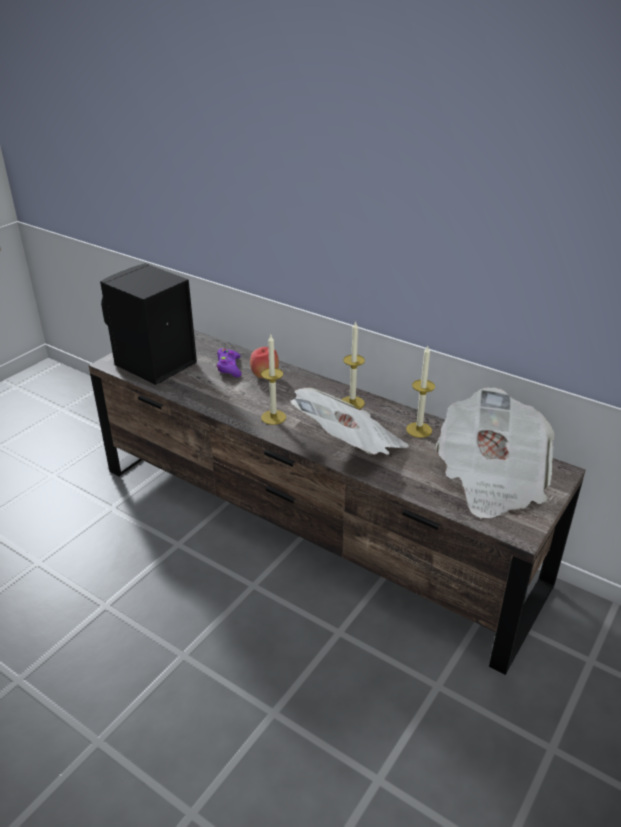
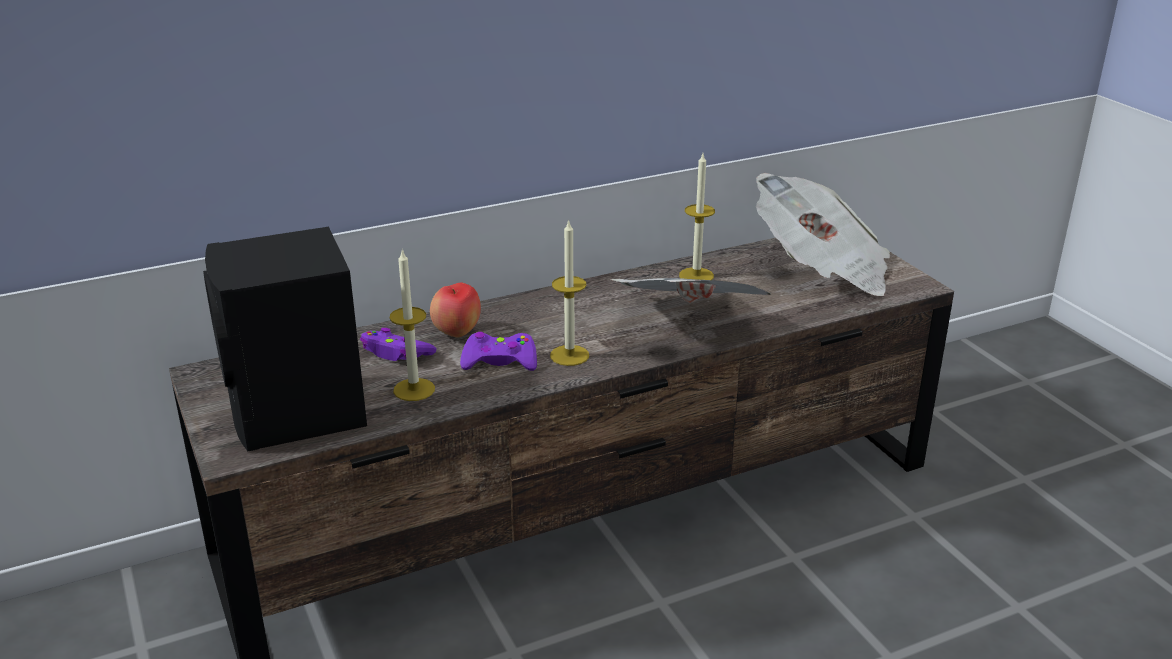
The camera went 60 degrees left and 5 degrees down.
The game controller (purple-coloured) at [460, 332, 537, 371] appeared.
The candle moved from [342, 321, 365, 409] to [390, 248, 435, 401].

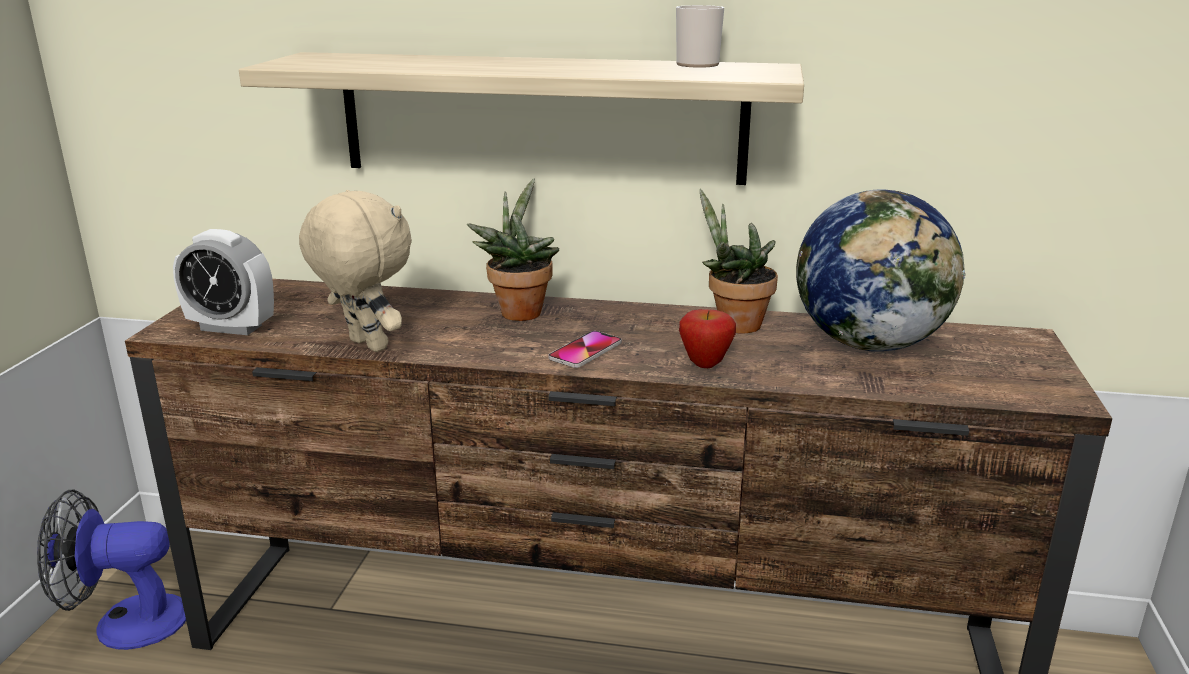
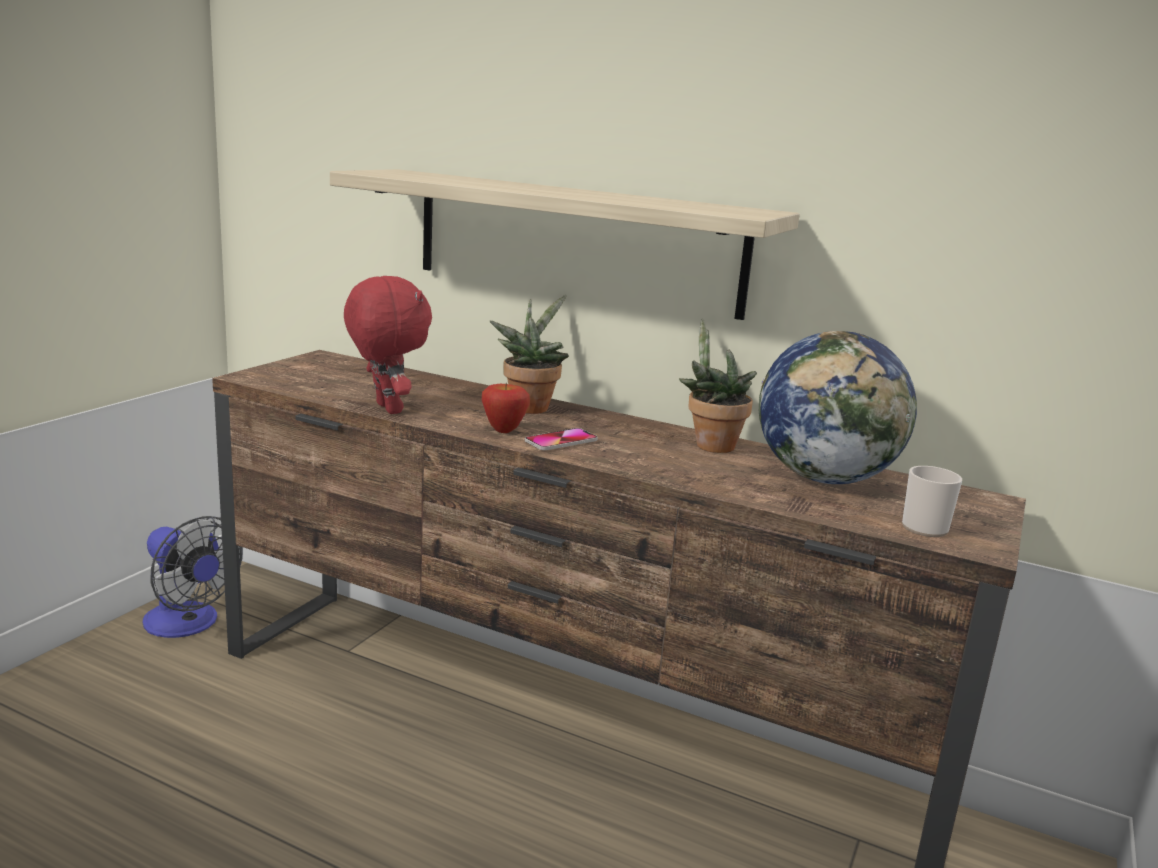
The camera went 15 degrees right and 5 degrees down.
The bedside clock at [173, 229, 274, 335] disappeared.
The coffee mug moved from [676, 5, 724, 68] to [902, 466, 962, 537].
The whole apple moved from [679, 309, 736, 368] to [481, 383, 530, 433].
The soft toy (beige-coloured) at [299, 190, 412, 352] became the soft toy (red) at [344, 276, 432, 414].
The electric fan at [37, 490, 186, 650] turned 150 degrees counterclockwise.

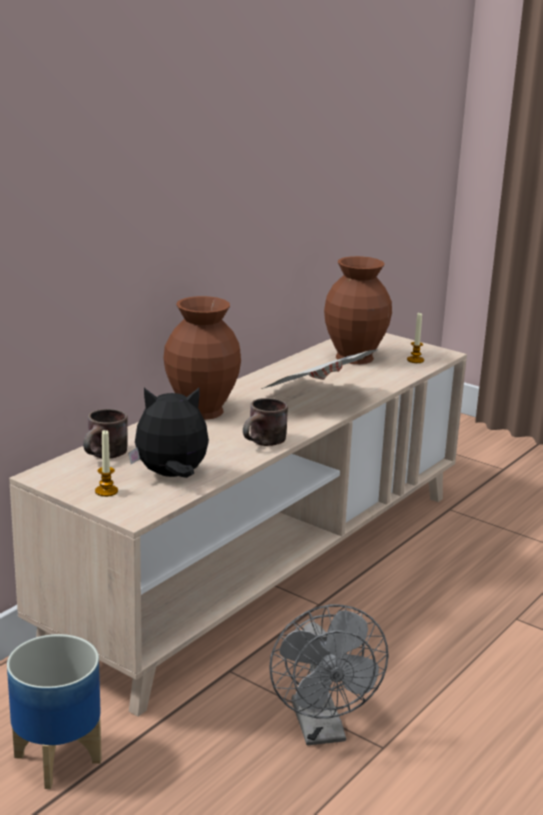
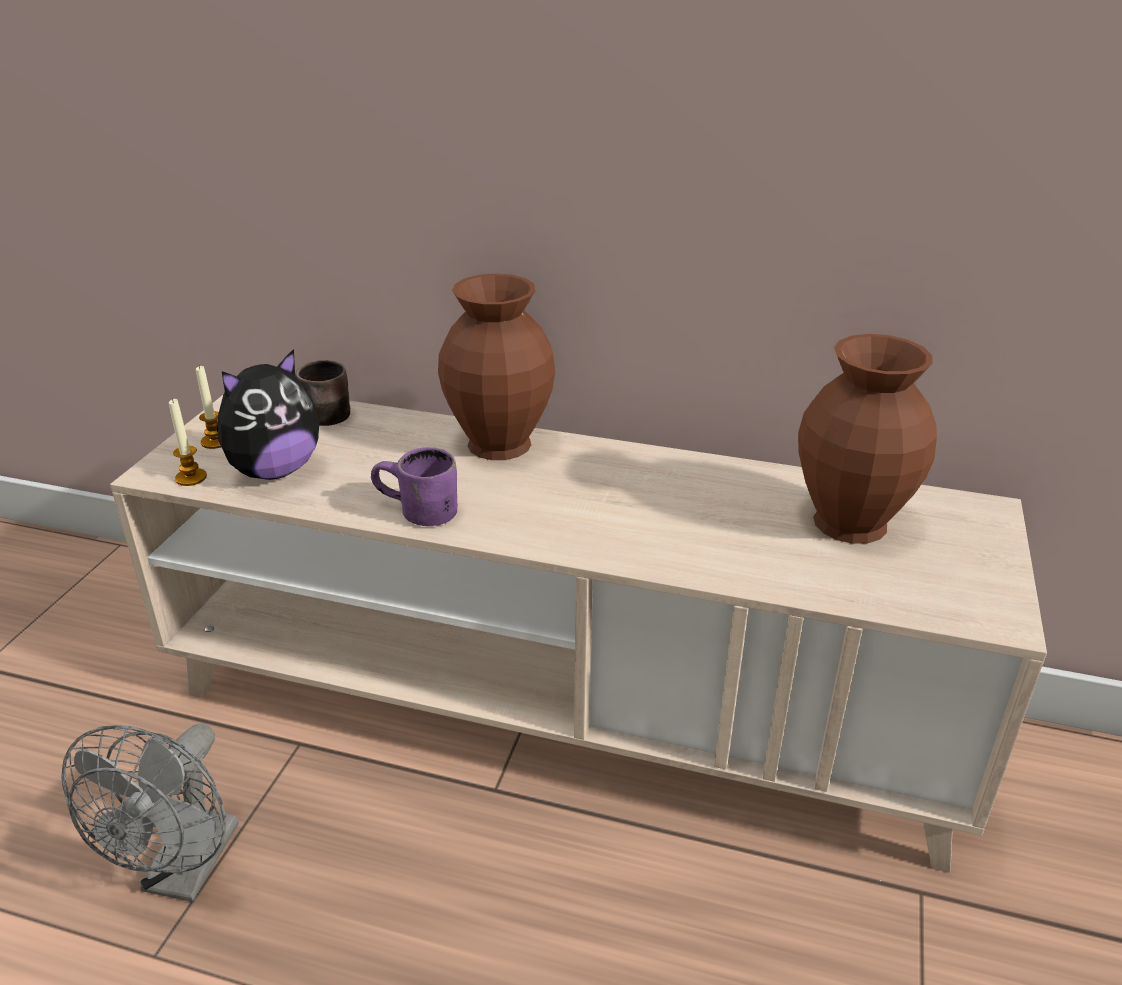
The camera went 70 degrees right and 10 degrees up.
The flower pot at [7, 634, 102, 789] disappeared.
The printed paper at [261, 350, 377, 389] disappeared.
The candle moved from [407, 313, 424, 363] to [169, 398, 207, 486].
The coffee mug (brown) at [243, 398, 288, 446] became the coffee mug (purple-coloured) at [371, 447, 458, 526].
The soft toy at [128, 387, 209, 478] turned 75 degrees clockwise.
The electric fan (grey) at [269, 604, 389, 745] turned 45 degrees counterclockwise.

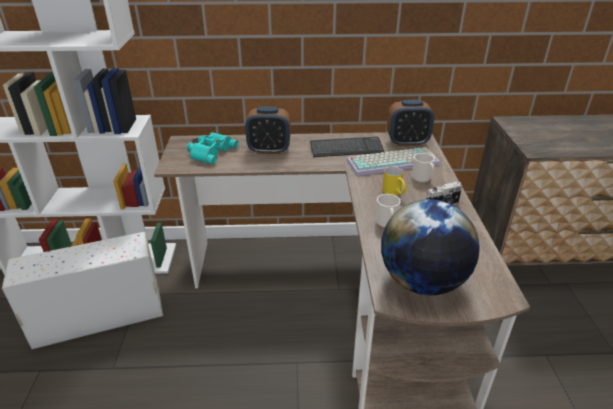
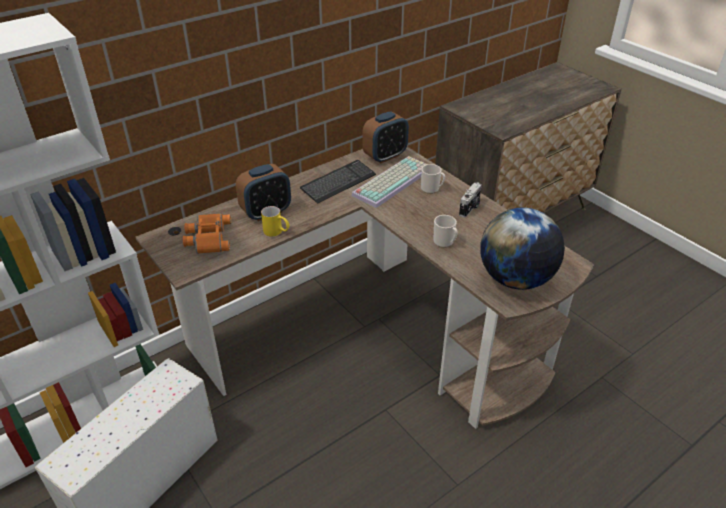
The camera went 35 degrees left and 5 degrees up.
The coffee mug (yellowish) moved from [382, 166, 407, 196] to [261, 206, 290, 237].
The pair of binoculars (turquoise-coloured) at [187, 132, 239, 164] became the pair of binoculars (orange-coloured) at [183, 213, 231, 254].

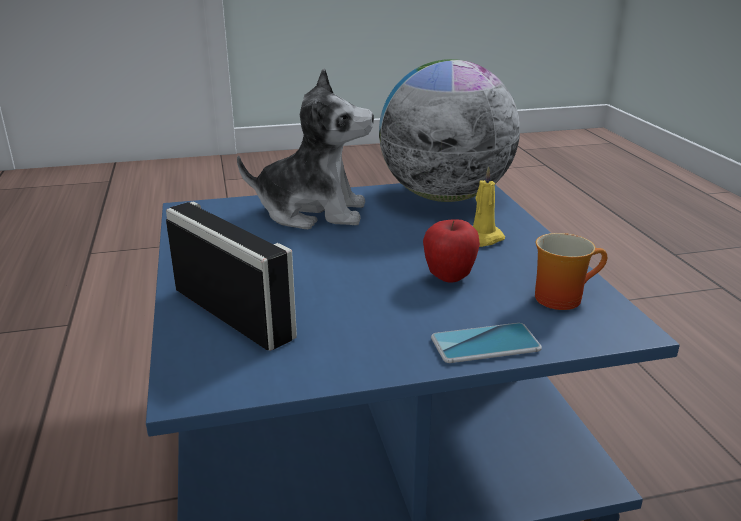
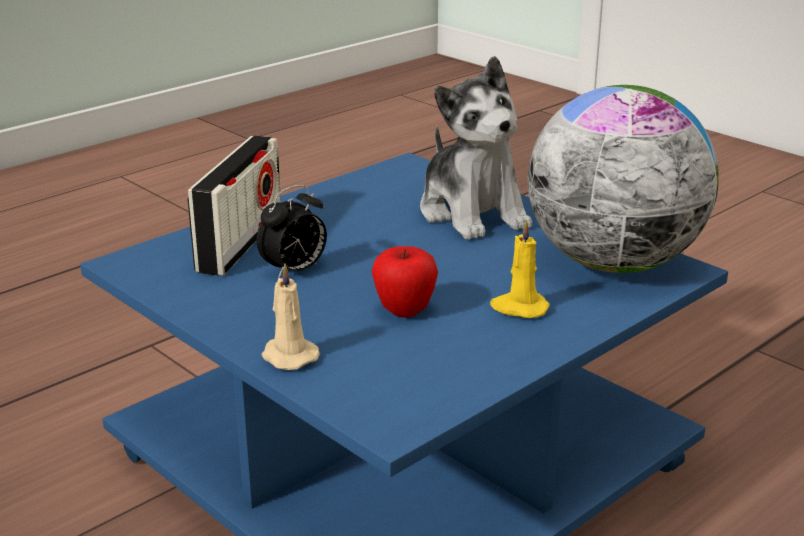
The camera went 60 degrees right and 0 degrees up.
The coffee mug at [535, 233, 607, 310] disappeared.
The bedside clock at [257, 185, 327, 278] appeared.
The telephone at [431, 323, 542, 363] was replaced by the candle (beige-coloured) at [262, 264, 320, 370].

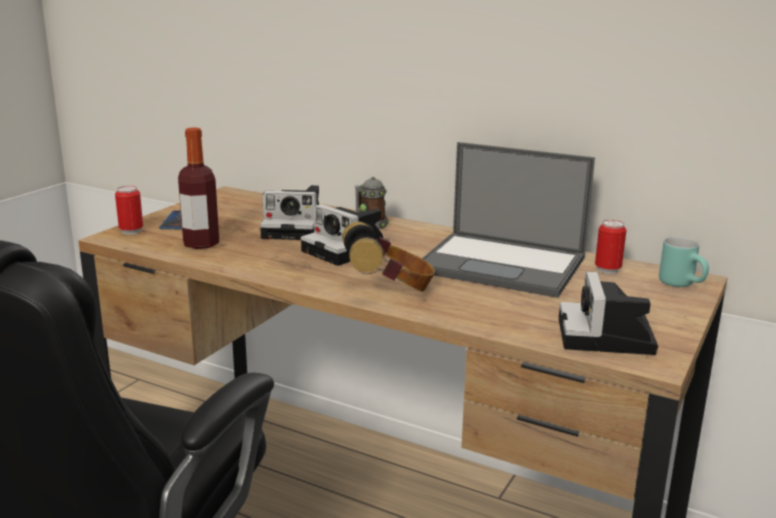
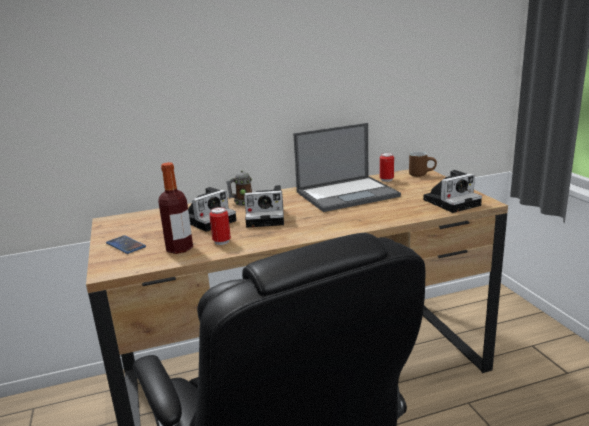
The camera went 45 degrees left and 0 degrees up.
The pair of headphones at [342, 222, 435, 292] disappeared.
The metal can moved from [115, 186, 143, 235] to [209, 207, 231, 245].
The coffee mug (turquoise-coloured) at [659, 237, 709, 287] became the coffee mug (brown) at [409, 152, 437, 177].
The photo camera at [559, 272, 658, 355] turned 75 degrees counterclockwise.

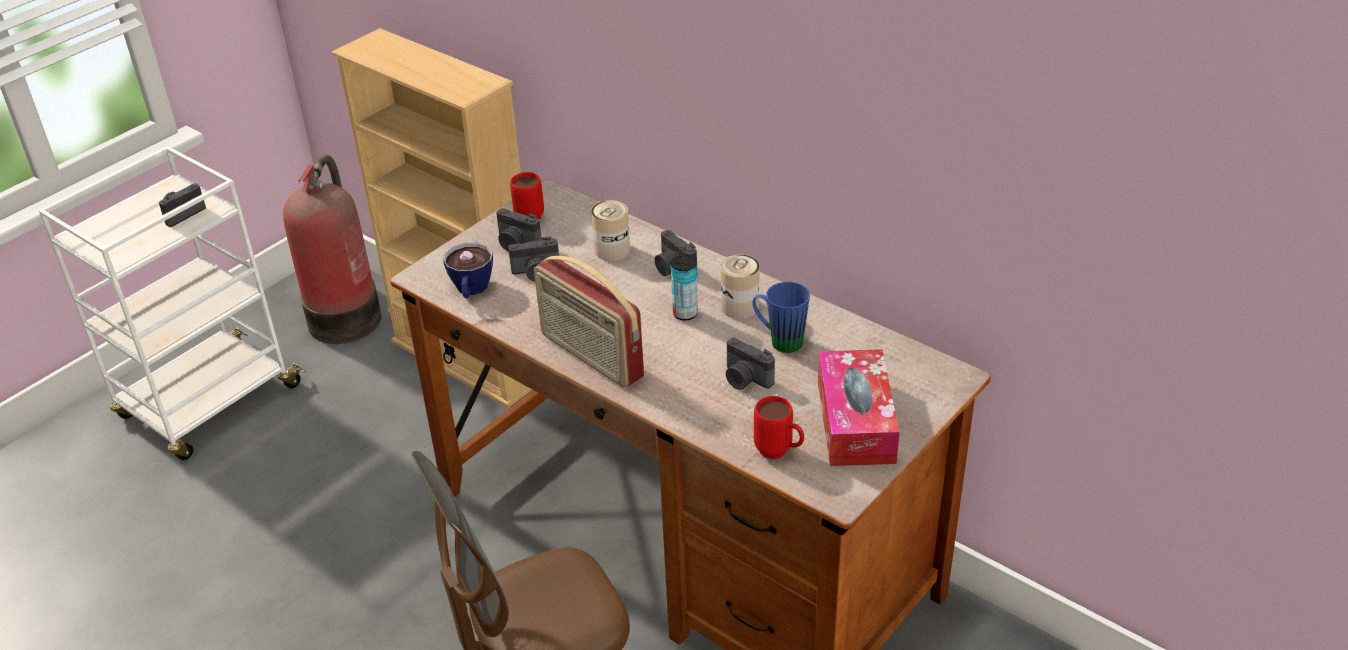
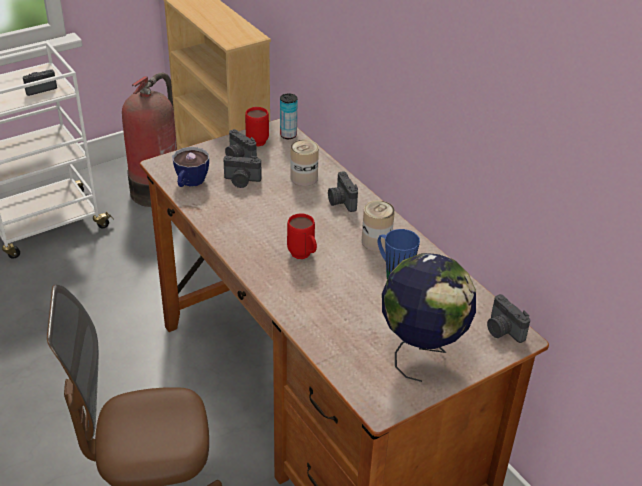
The camera went 15 degrees right and 0 degrees up.
The radio at [534, 256, 644, 388] disappeared.
The metal can moved from [671, 255, 698, 321] to [280, 94, 297, 139].
The photo camera moved from [726, 338, 775, 390] to [487, 294, 530, 343].
The coffee mug (red) moved from [754, 396, 804, 459] to [287, 213, 317, 259].
The tissue box at [818, 349, 900, 466] was replaced by the globe at [382, 253, 476, 382].

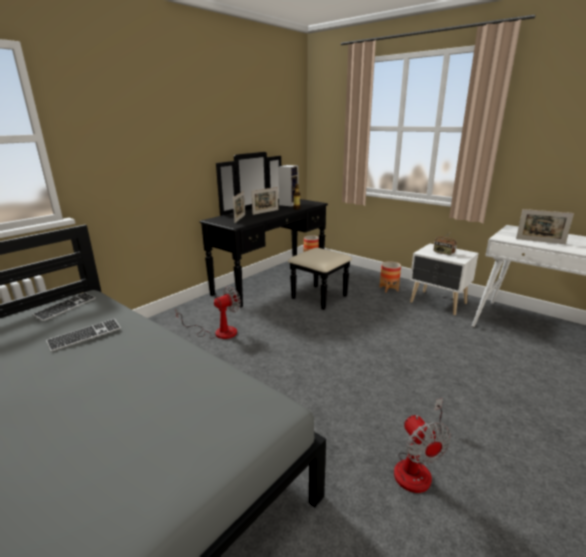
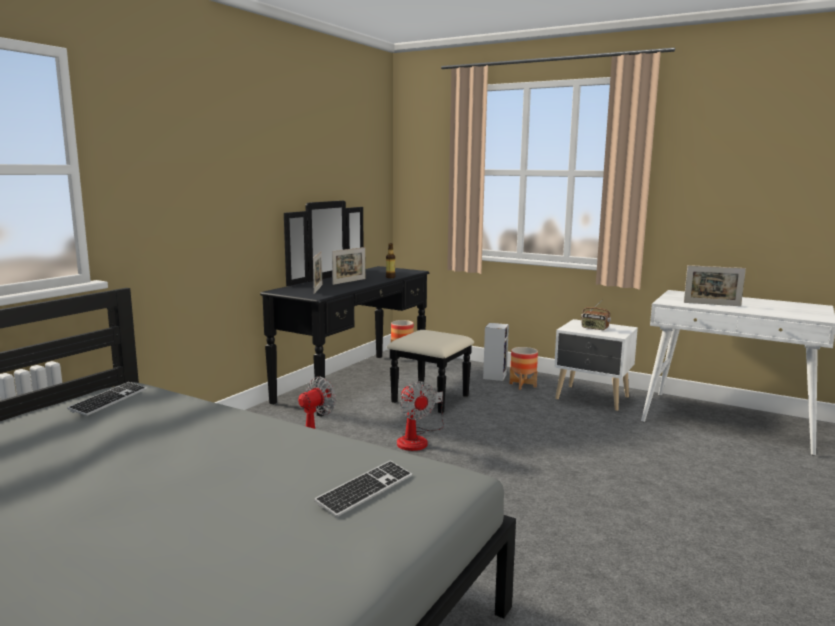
The camera went 10 degrees left and 10 degrees down.
The keyboard moved from [46, 319, 121, 352] to [314, 461, 412, 517].
The speaker moved from [278, 165, 298, 207] to [483, 323, 509, 381].
The electric fan moved from [394, 398, 451, 493] to [397, 381, 444, 451].

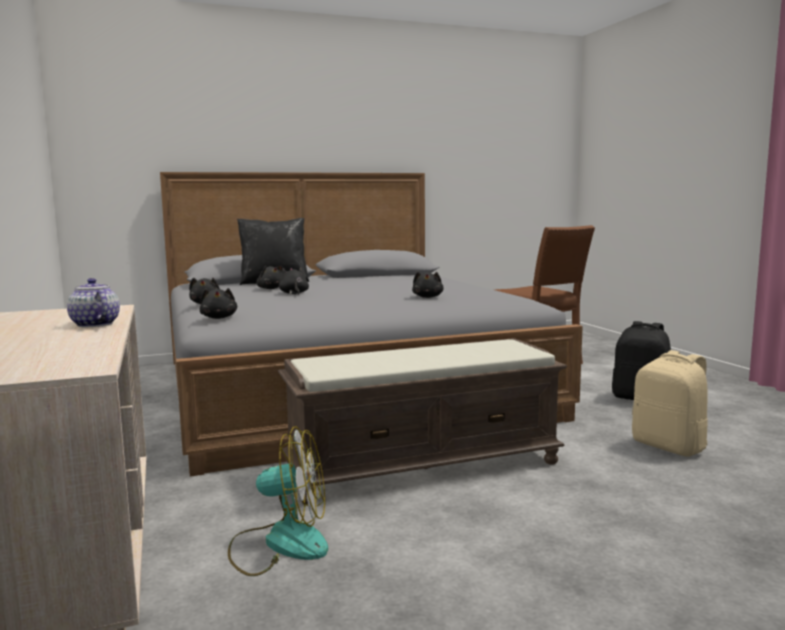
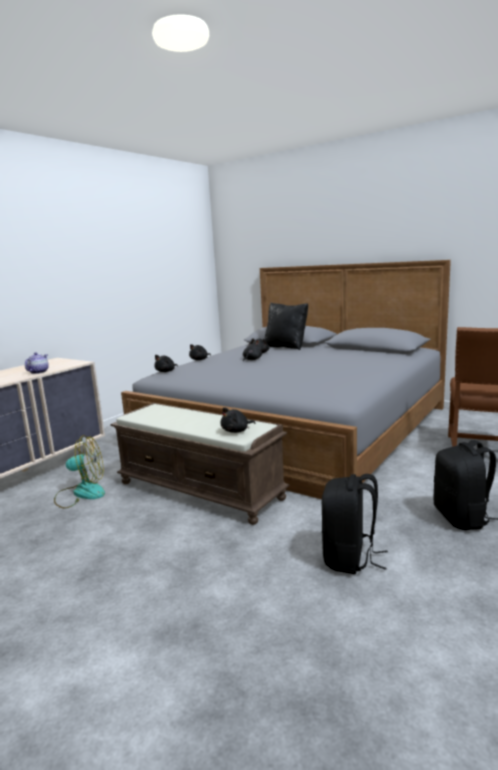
The camera went 55 degrees right and 5 degrees up.
The soft toy (blackish) moved from [412, 271, 444, 298] to [221, 407, 255, 433].
The backpack (beige-coloured) at [632, 350, 708, 456] became the backpack (blackish) at [322, 474, 388, 574].
The electric fan at [228, 426, 328, 576] turned 60 degrees counterclockwise.

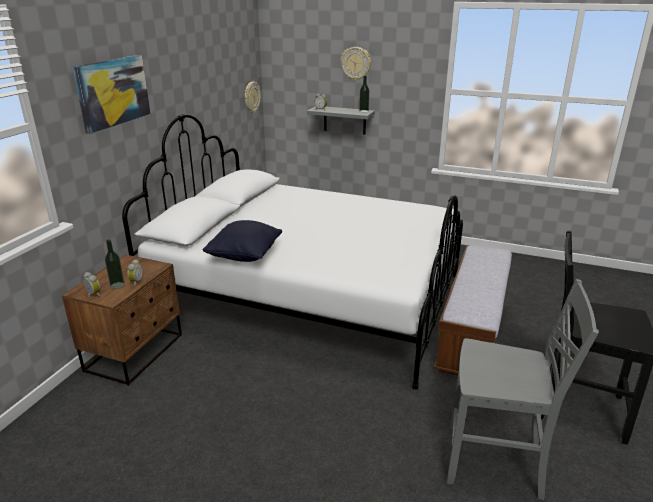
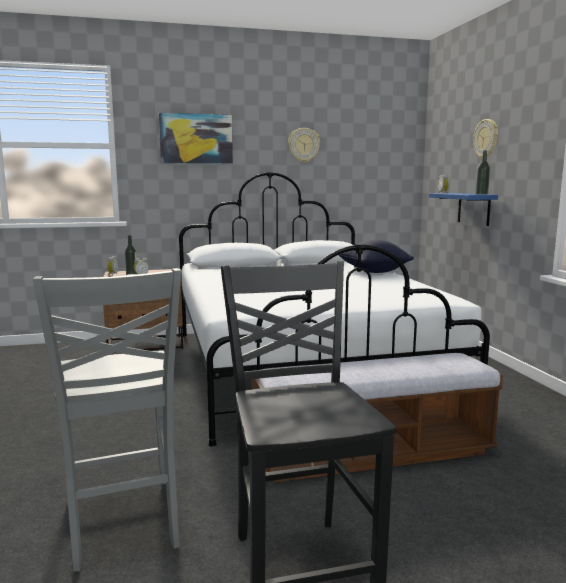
The camera went 55 degrees right and 15 degrees down.
The cushion (blackish) moved from [203, 220, 282, 262] to [339, 240, 414, 273].
The hanging clock moved from [245, 82, 261, 113] to [288, 128, 320, 163].
The shelf (grey) at [307, 106, 375, 134] became the shelf (bluish) at [429, 193, 498, 226].

